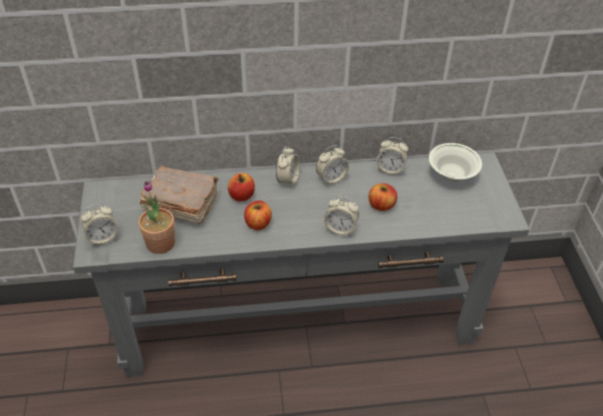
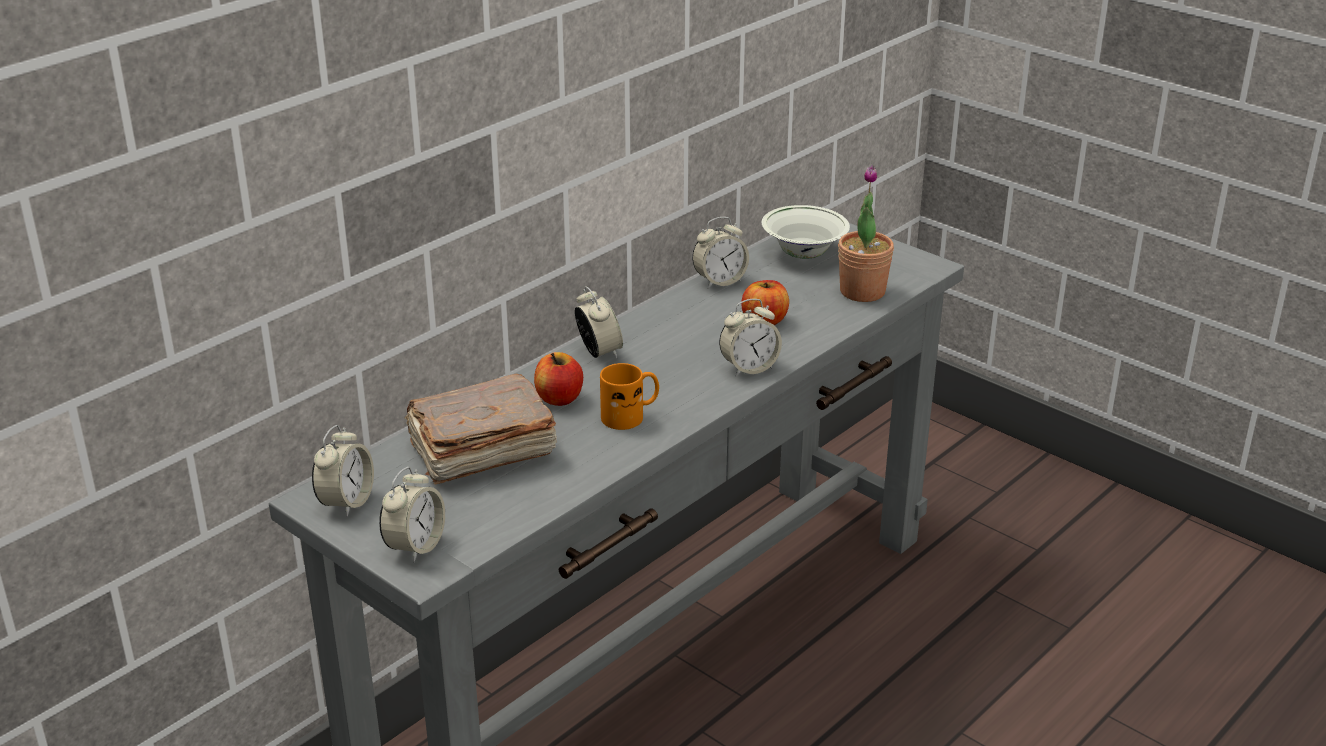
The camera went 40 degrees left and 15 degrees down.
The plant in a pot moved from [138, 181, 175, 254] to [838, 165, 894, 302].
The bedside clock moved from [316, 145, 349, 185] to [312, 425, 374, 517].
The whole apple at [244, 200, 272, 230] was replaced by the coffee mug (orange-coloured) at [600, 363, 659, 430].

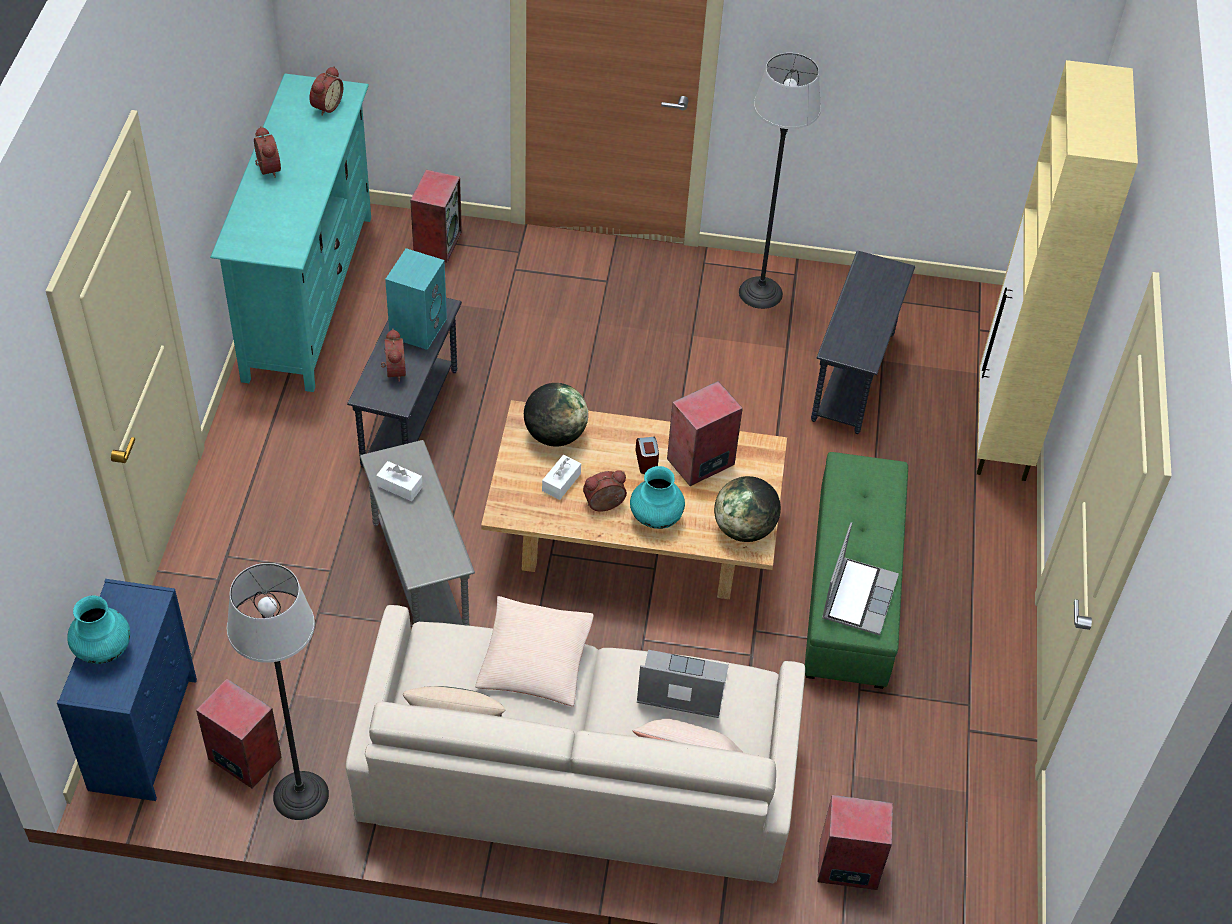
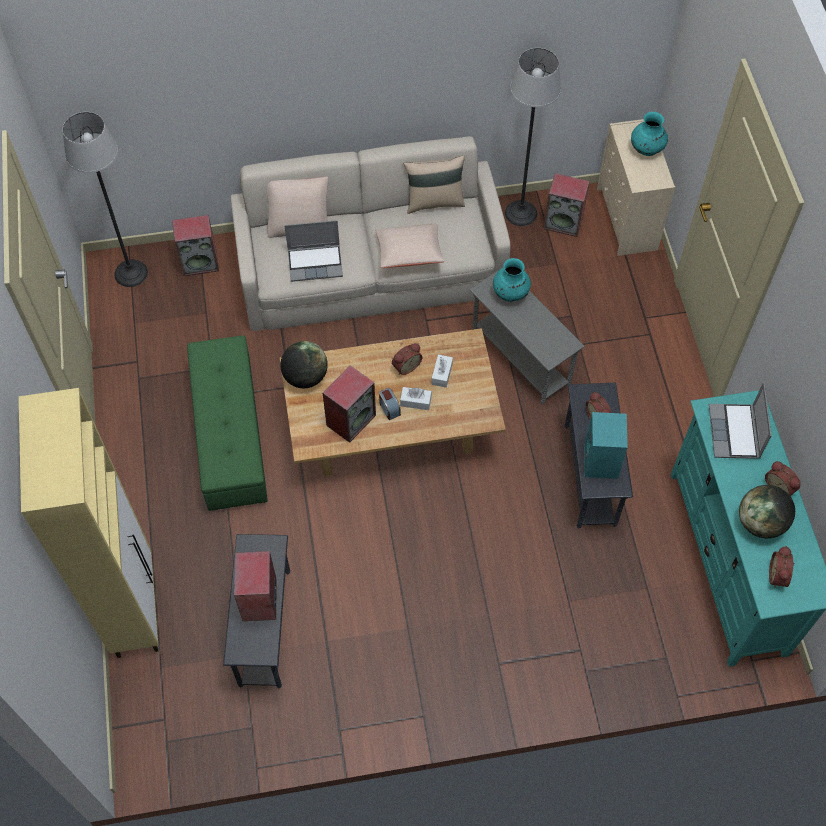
The camera went 165 degrees right and 10 degrees up.
The tissue box (whitish) moved from [376, 461, 423, 501] to [400, 387, 432, 410].
The speaker moved from [410, 170, 462, 262] to [234, 551, 276, 621].
The globe moved from [524, 383, 588, 447] to [739, 485, 795, 538].
The decorative vase (turquoise-coloured) moved from [630, 466, 685, 529] to [493, 258, 531, 302].
The floor lamp moved from [739, 53, 821, 309] to [63, 112, 148, 287].
The notebook computer moved from [822, 522, 899, 636] to [709, 382, 772, 459].
The chest of drawers (bluish) at [57, 579, 197, 801] became the chest of drawers (beige-coloured) at [597, 119, 675, 256].

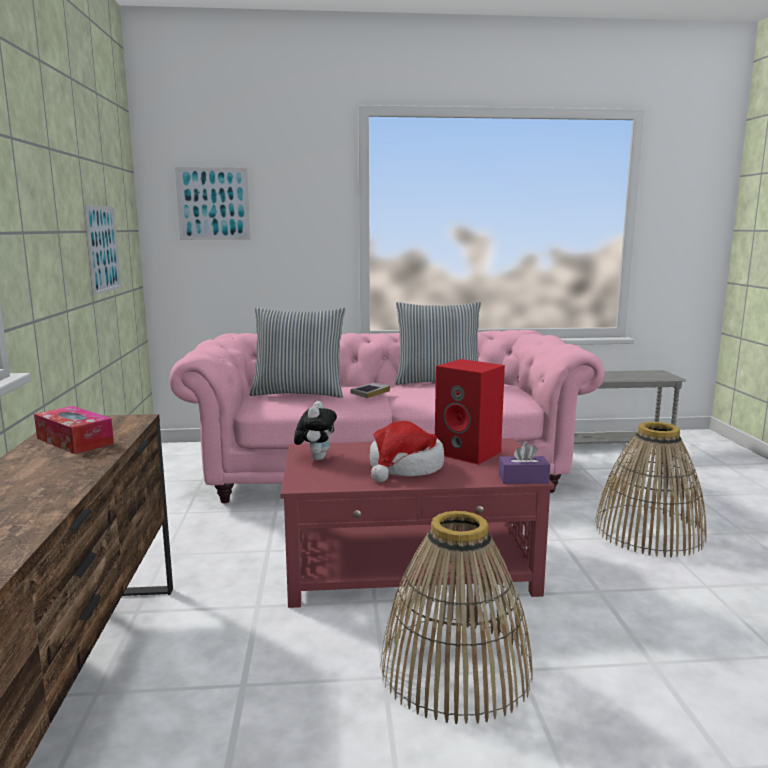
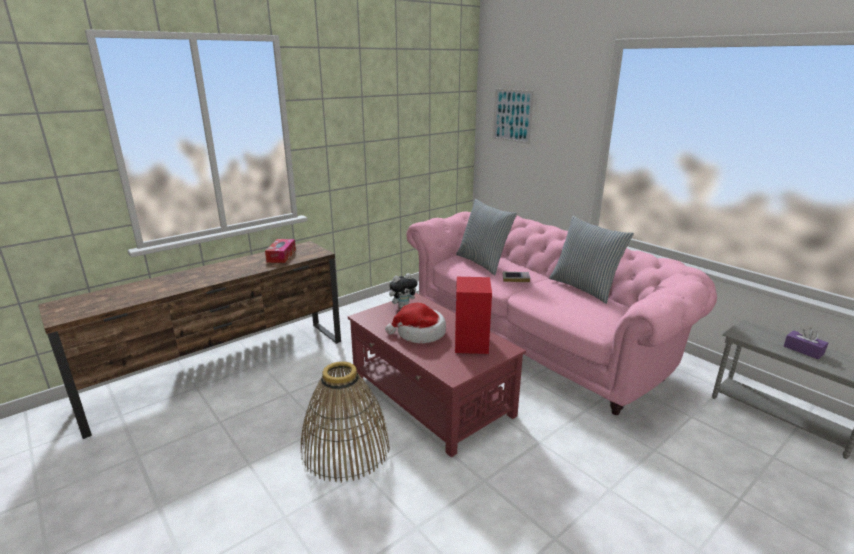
The camera went 55 degrees right and 10 degrees up.
The picture at [84, 205, 121, 296] disappeared.
The basket at [595, 422, 706, 557] disappeared.
The tissue box (purple-coloured) moved from [499, 442, 550, 484] to [784, 327, 828, 359].

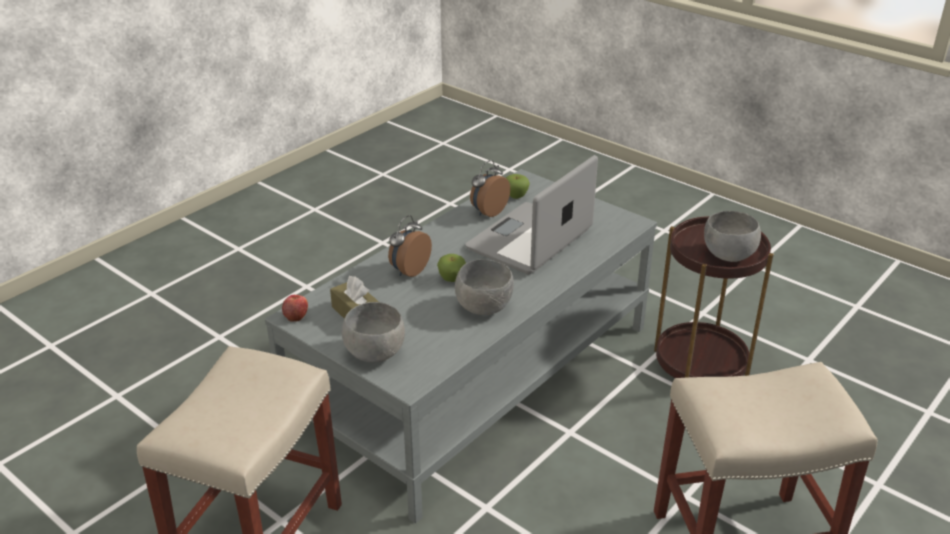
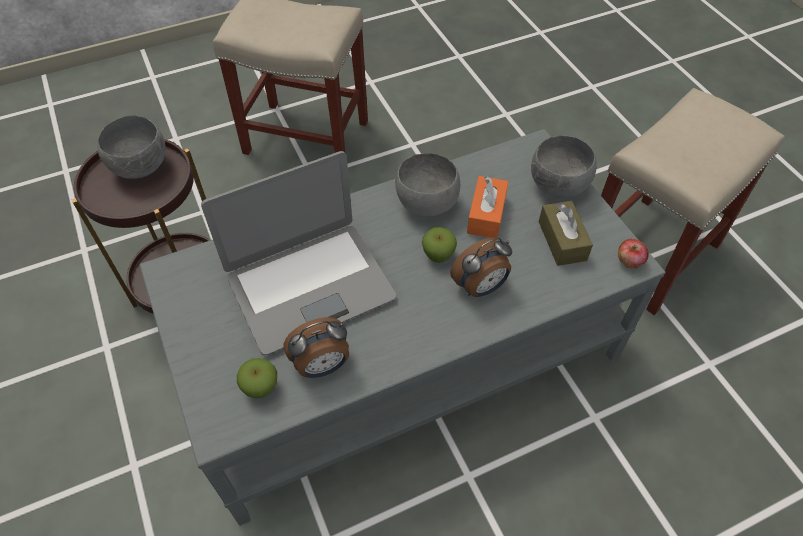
The camera went 155 degrees left and 20 degrees up.
The tissue box (orange-coloured) at [467, 176, 509, 239] appeared.

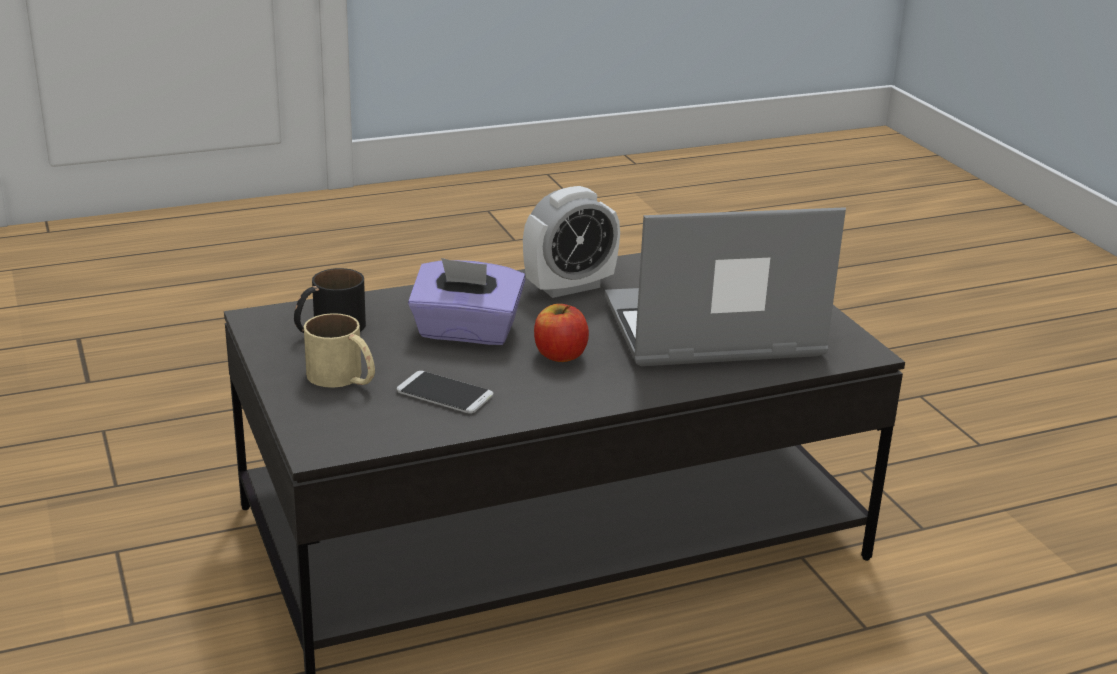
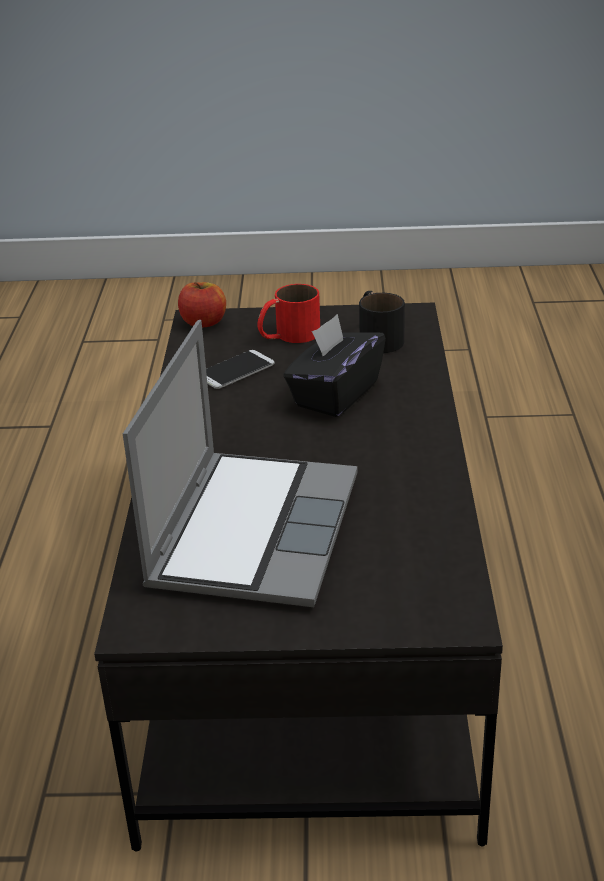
The camera went 115 degrees right and 5 degrees up.
The bedside clock at [523, 186, 620, 298] disappeared.
The whole apple moved from [534, 304, 589, 362] to [178, 282, 226, 327].
The coffee mug (beige-coloured) at [304, 313, 375, 388] became the coffee mug (red) at [257, 284, 320, 343].
The tissue box (purple-coloured) at [408, 258, 525, 345] became the tissue box (blackish) at [283, 314, 386, 417].

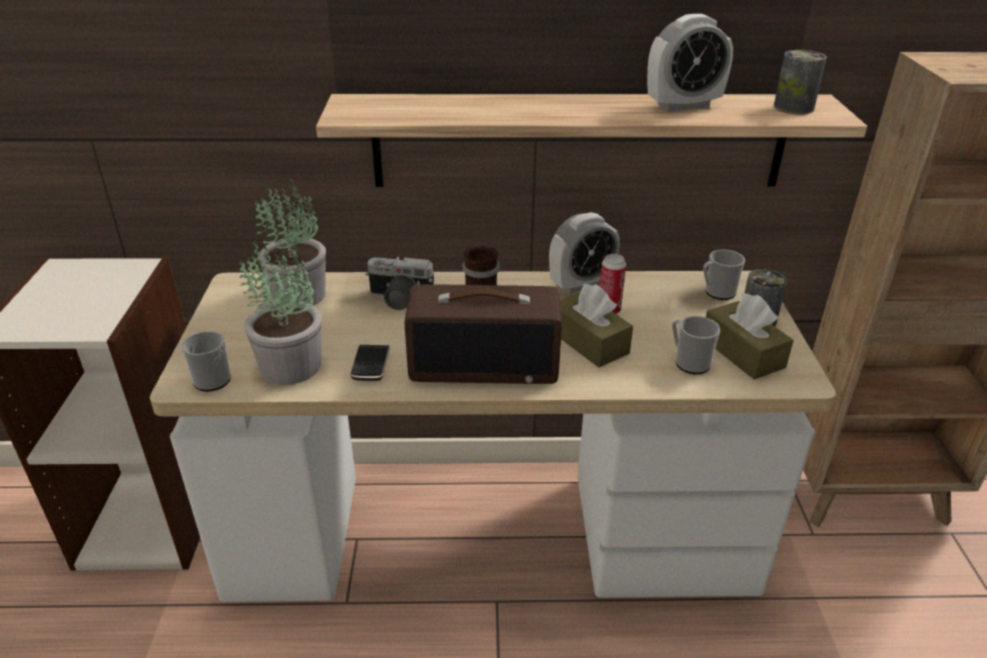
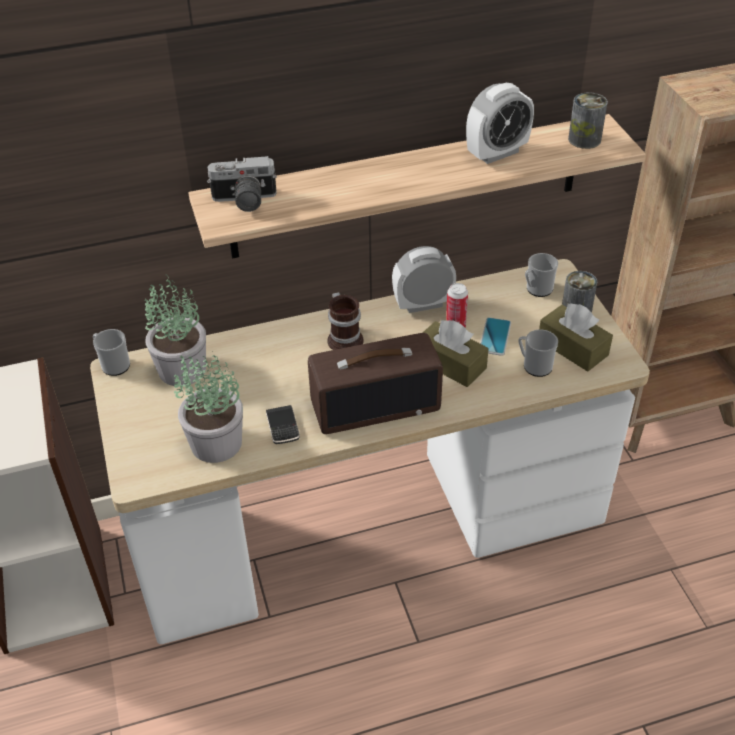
The camera went 15 degrees left and 10 degrees up.
The telephone at [480, 318, 511, 356] appeared.
The coffee mug moved from [181, 331, 231, 391] to [93, 329, 130, 376].
The photo camera moved from [365, 257, 434, 310] to [207, 156, 277, 212].
The bedside clock at [549, 212, 620, 294] turned 150 degrees counterclockwise.

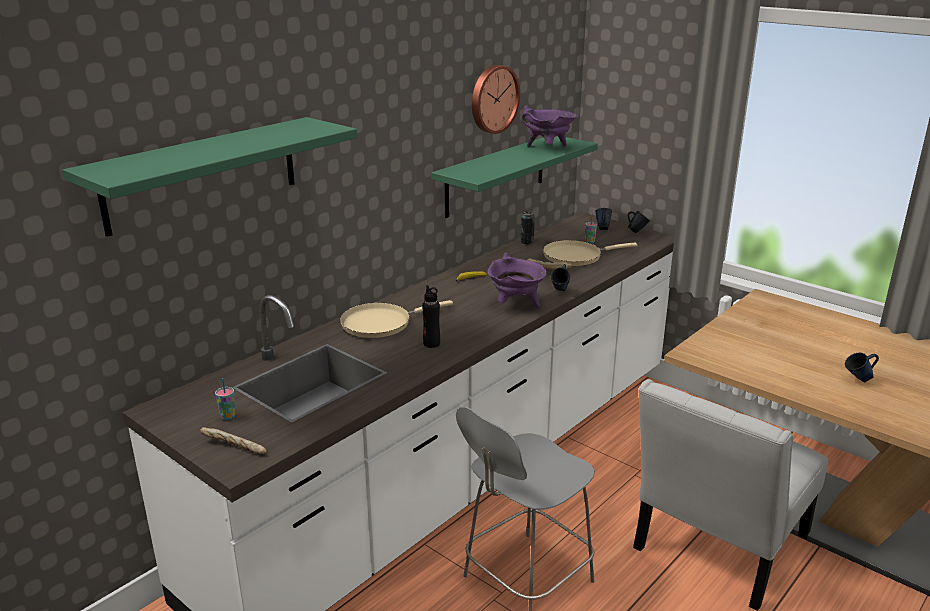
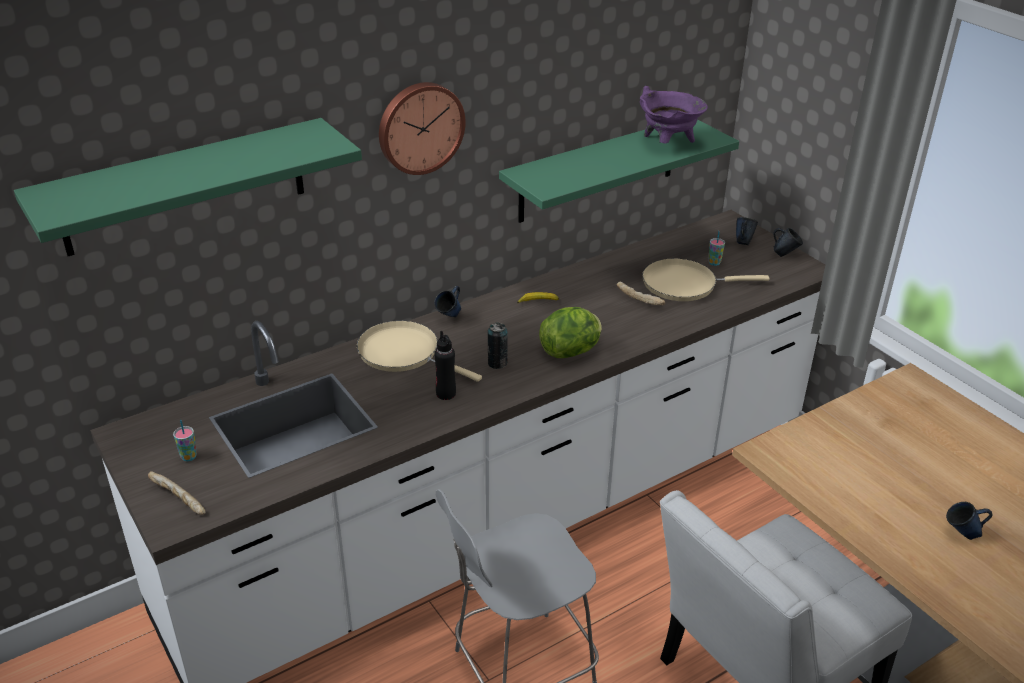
The camera went 15 degrees right and 10 degrees up.
The hanging clock moved from [472, 65, 520, 134] to [379, 82, 466, 175].
The metal can moved from [521, 212, 535, 244] to [488, 323, 508, 369].
The coffee mug (bluish) moved from [551, 264, 570, 291] to [434, 286, 461, 317].
The saucepot (purple-coloured) at [487, 252, 547, 308] was replaced by the lettuce at [539, 307, 602, 358].
The skillet (beige-coloured) at [340, 300, 453, 338] turned 45 degrees clockwise.

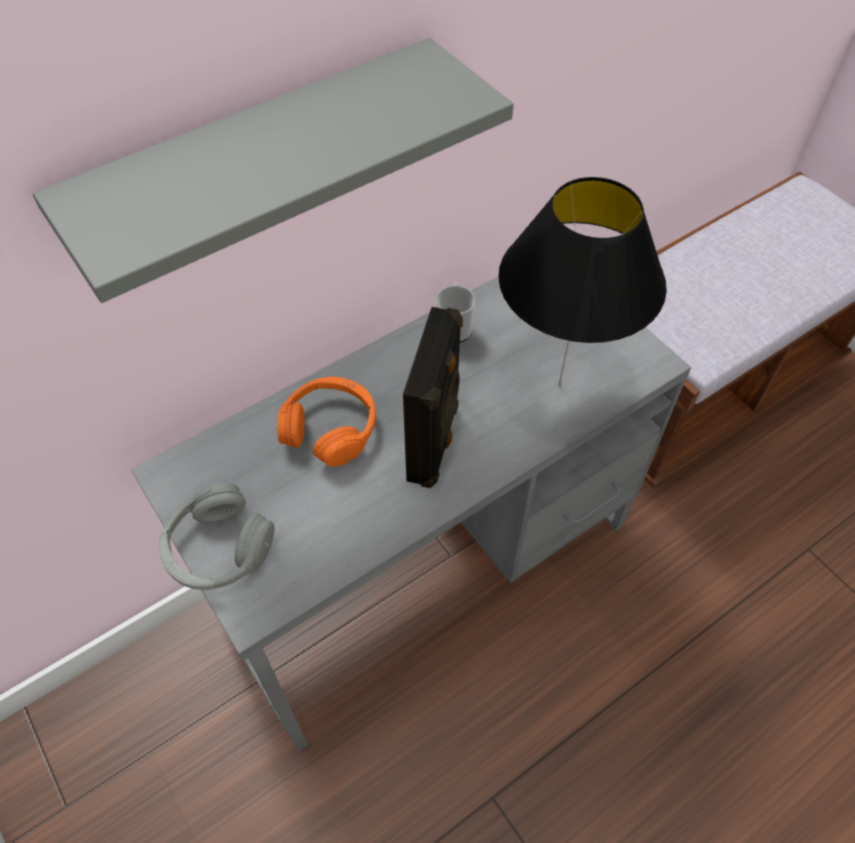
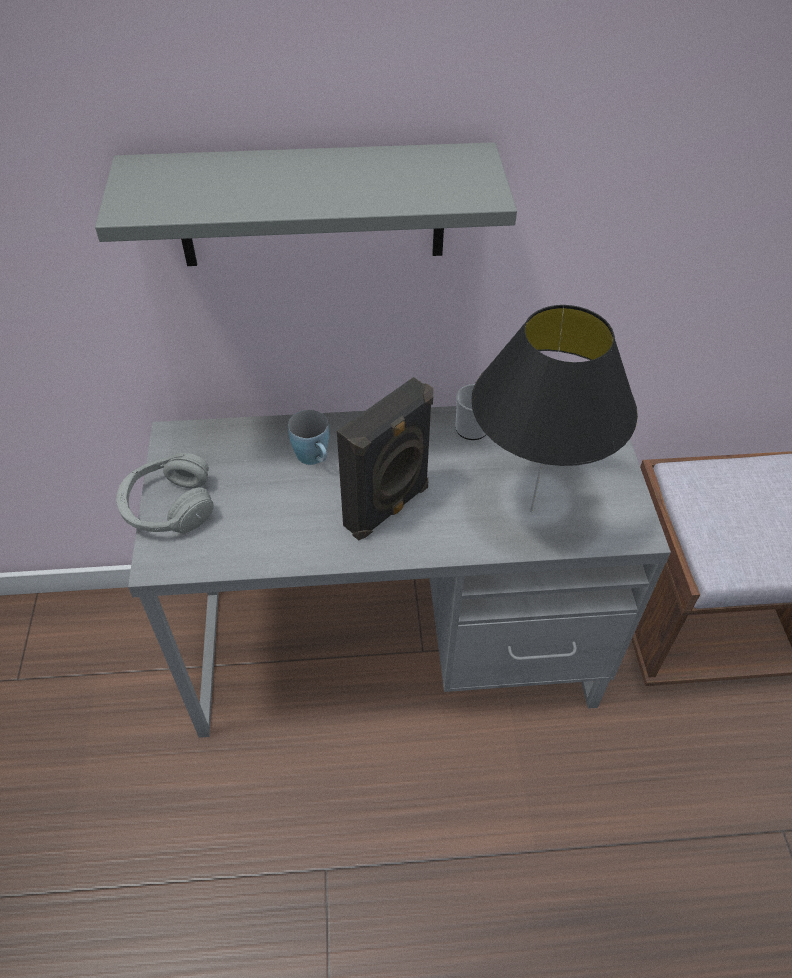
The camera went 30 degrees right and 5 degrees down.
The pair of headphones (orange-coloured) at [277, 376, 376, 467] was replaced by the coffee mug (bluish) at [288, 410, 329, 465].

